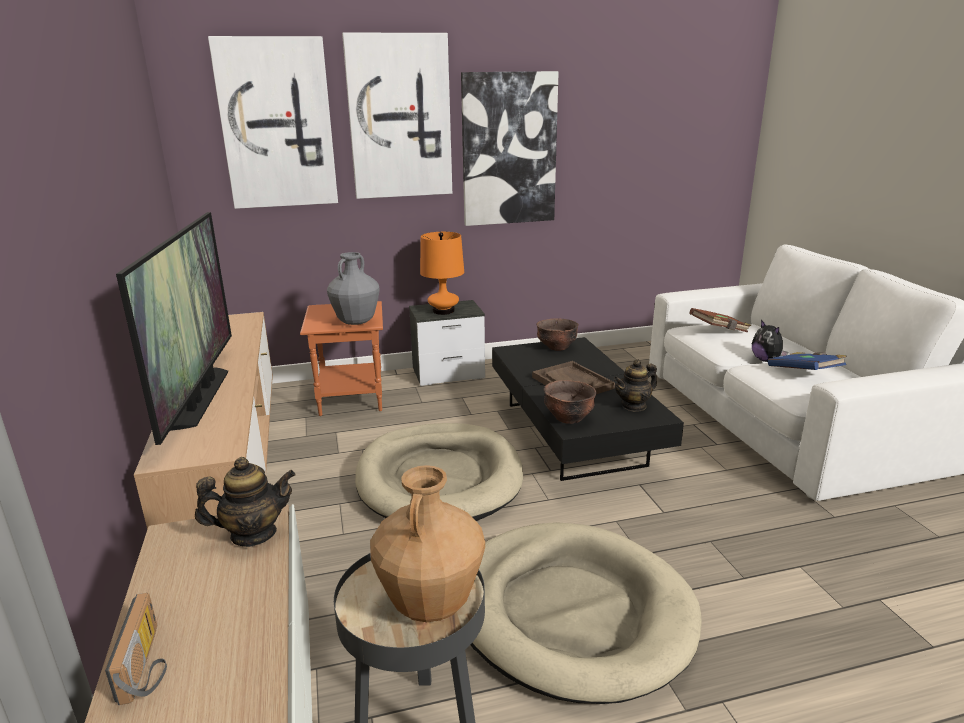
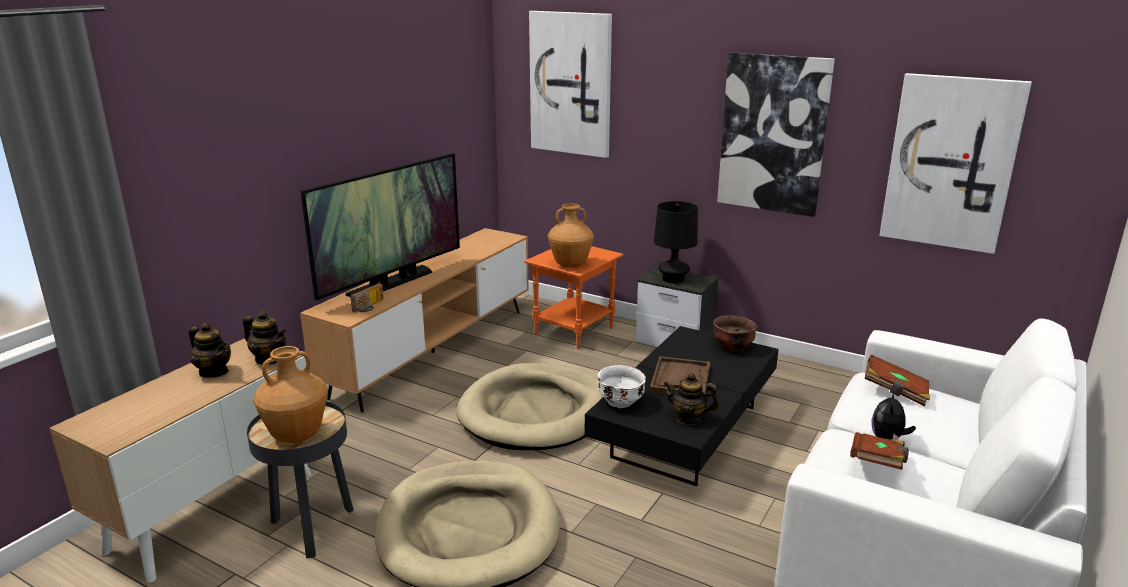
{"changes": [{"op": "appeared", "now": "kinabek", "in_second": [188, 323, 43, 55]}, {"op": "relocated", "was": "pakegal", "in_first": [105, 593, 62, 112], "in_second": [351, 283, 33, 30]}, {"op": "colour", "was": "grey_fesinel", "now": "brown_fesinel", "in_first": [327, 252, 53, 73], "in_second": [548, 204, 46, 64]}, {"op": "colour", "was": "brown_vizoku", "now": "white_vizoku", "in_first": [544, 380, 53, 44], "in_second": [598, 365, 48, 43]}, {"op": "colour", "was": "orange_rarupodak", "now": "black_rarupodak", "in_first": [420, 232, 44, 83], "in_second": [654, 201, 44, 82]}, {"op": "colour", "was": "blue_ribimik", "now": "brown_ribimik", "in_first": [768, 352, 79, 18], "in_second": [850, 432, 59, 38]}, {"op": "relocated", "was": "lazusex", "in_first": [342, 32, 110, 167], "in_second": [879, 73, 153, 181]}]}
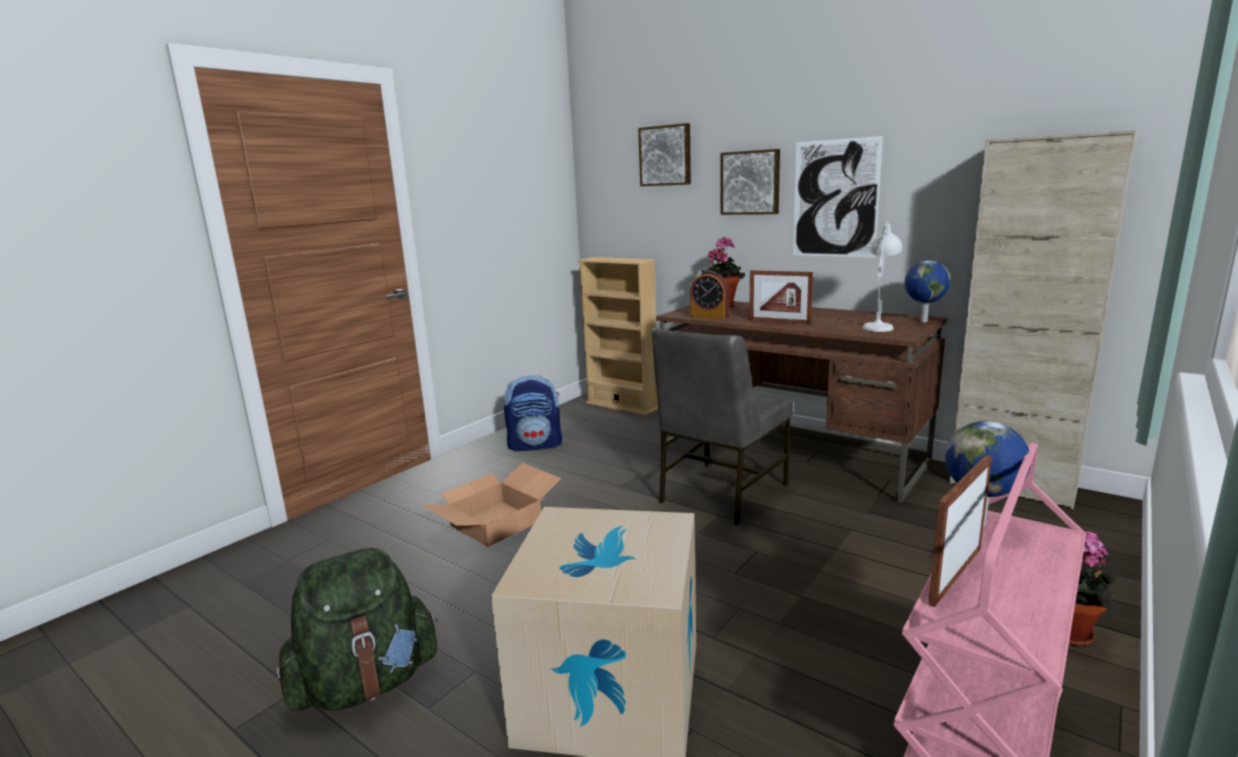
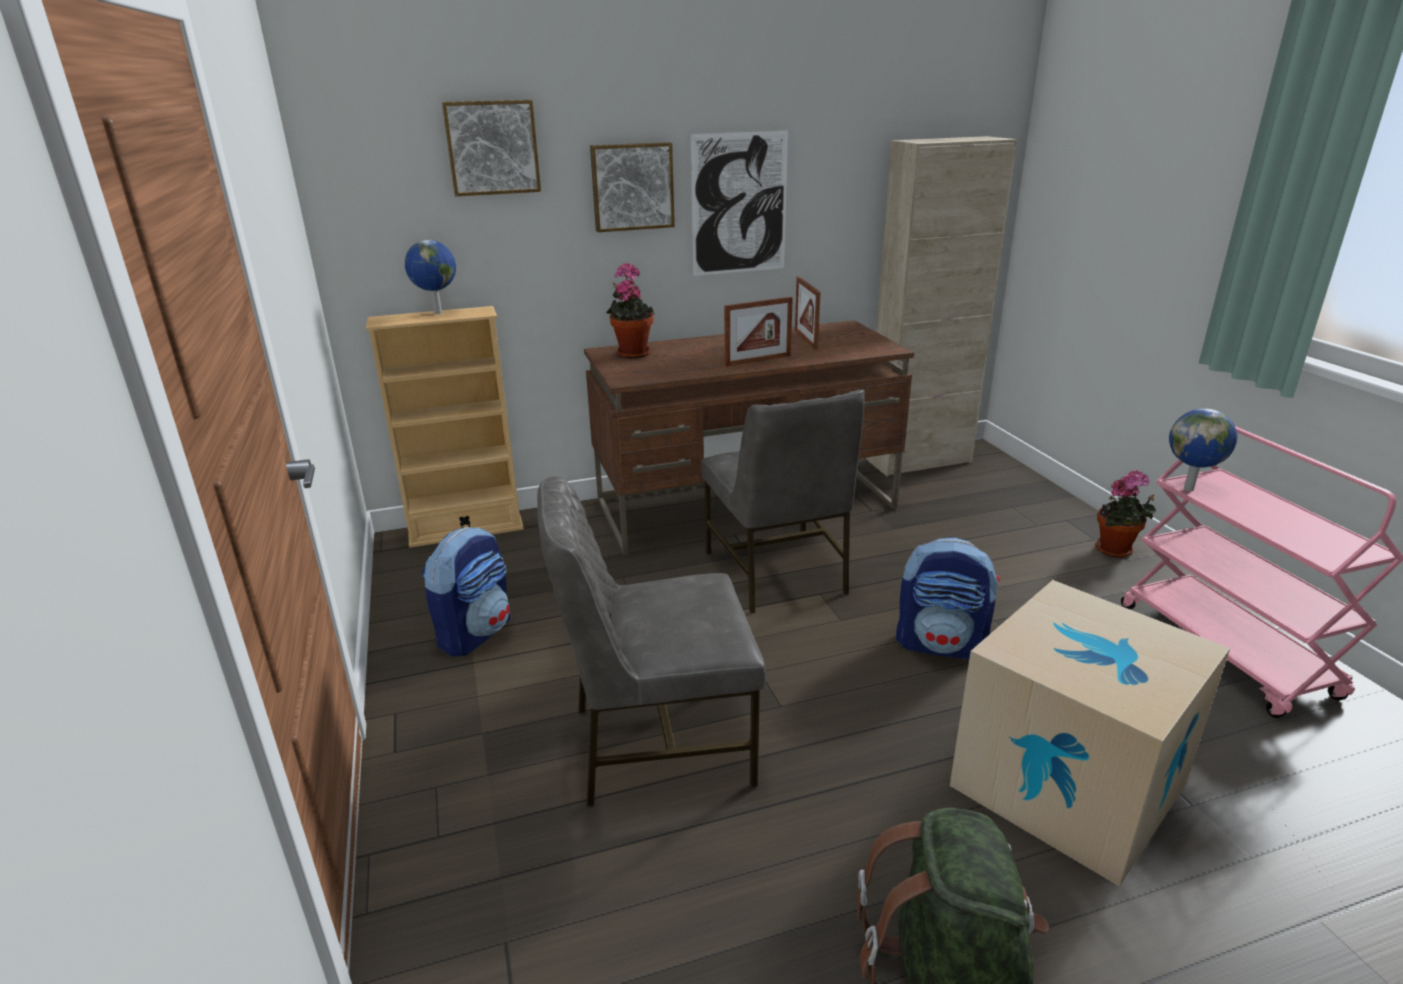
{"changes": [{"op": "relocated", "was": "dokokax", "in_first": [905, 260, 46, 62], "in_second": [405, 240, 51, 74]}, {"op": "exchanged", "was": "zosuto", "now": "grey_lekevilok", "in_first": [420, 463, 141, 84], "in_second": [537, 476, 229, 331]}, {"op": "relocated", "was": "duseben", "in_first": [928, 455, 64, 152], "in_second": [795, 277, 25, 73]}, {"op": "appeared", "now": "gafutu", "in_second": [896, 537, 104, 122]}, {"op": "missing", "was": "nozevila", "in_first": [690, 271, 40, 48]}, {"op": "missing", "was": "white_rarupodak", "in_first": [862, 221, 40, 111]}]}
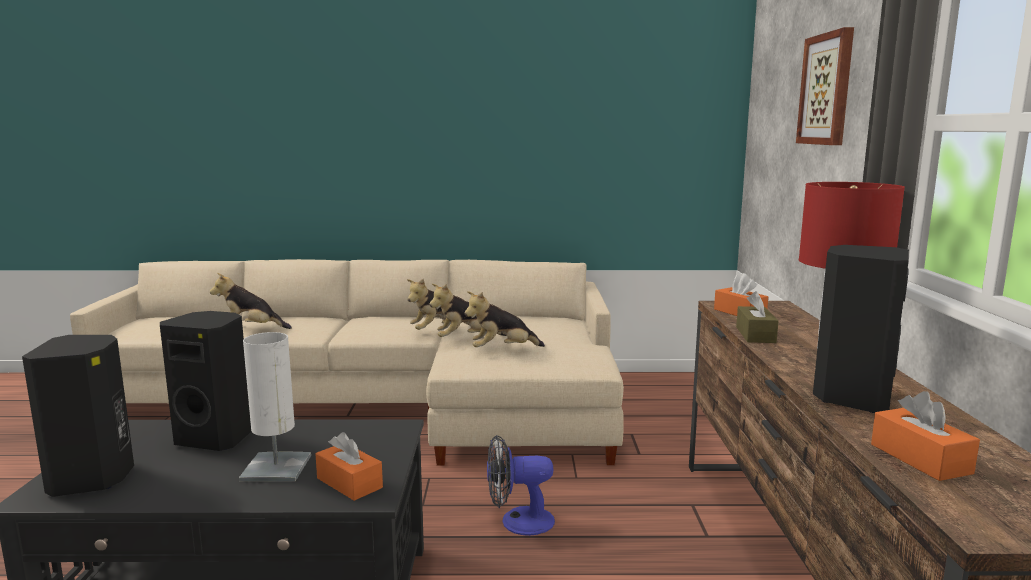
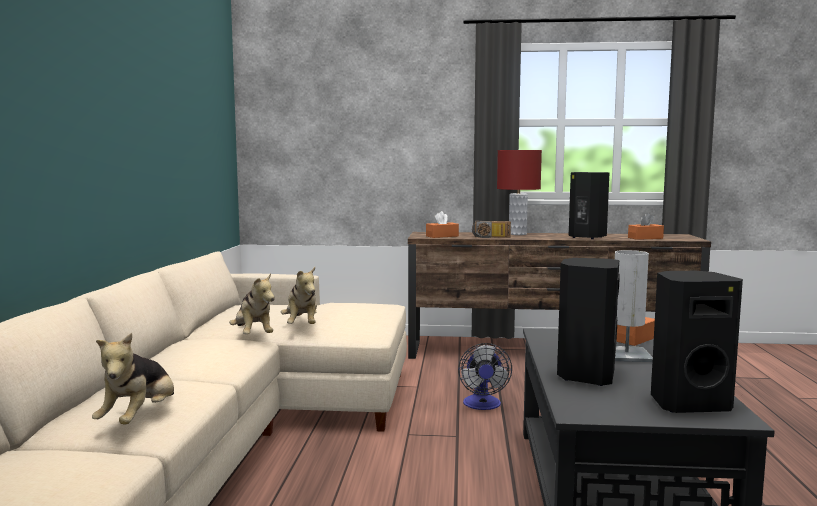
{"changes": [{"op": "exchanged", "was": "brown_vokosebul", "now": "pakegal", "in_first": [736, 291, 43, 52], "in_second": [472, 221, 39, 17]}, {"op": "missing", "was": "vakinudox", "in_first": [464, 291, 81, 56]}, {"op": "missing", "was": "lazusex", "in_first": [796, 27, 58, 118]}]}
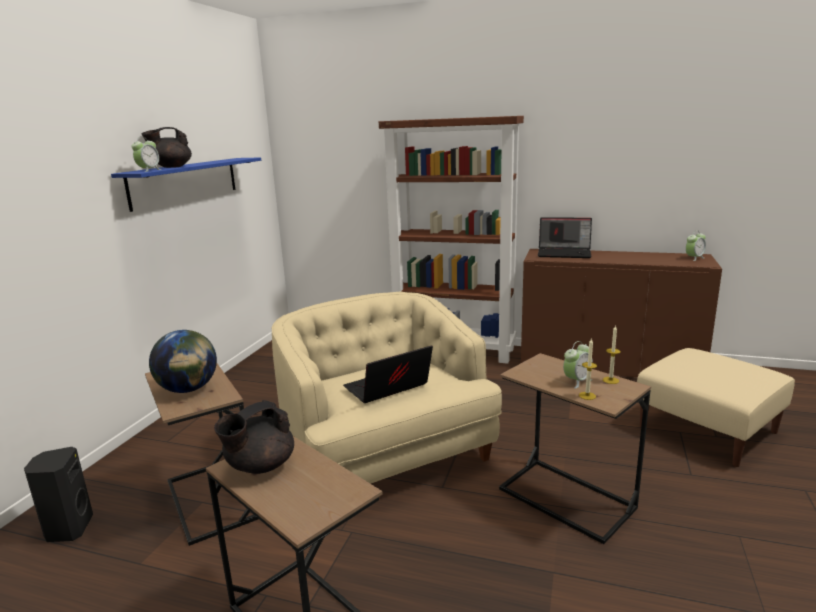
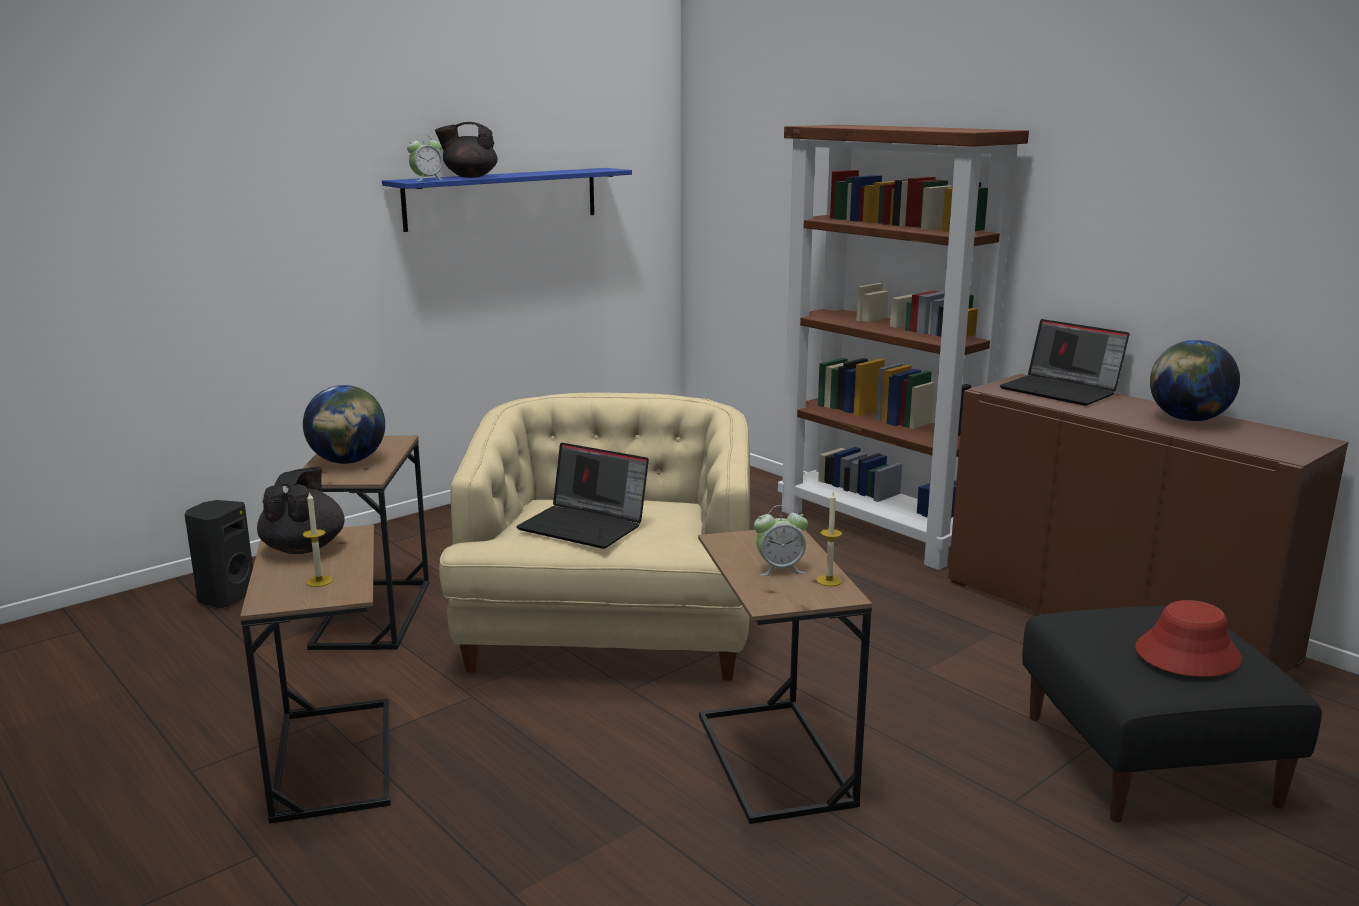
{"changes": [{"op": "spun", "was": "black_kinabek", "in_first": [214, 400, 80, 74], "in_second": [257, 467, 88, 87], "clockwise": 105}, {"op": "relocated", "was": "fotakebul", "in_first": [579, 338, 18, 62], "in_second": [303, 491, 30, 96]}, {"op": "spun", "was": "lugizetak", "in_first": [343, 345, 90, 58], "in_second": [516, 443, 133, 106], "clockwise": -150}, {"op": "colour", "was": "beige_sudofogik", "now": "black_sudofogik", "in_first": [637, 348, 158, 119], "in_second": [1022, 606, 300, 216]}, {"op": "appeared", "now": "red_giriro", "in_second": [1135, 600, 107, 77]}, {"op": "appeared", "now": "dokokax", "in_second": [1150, 340, 90, 82]}, {"op": "missing", "was": "nozevila", "in_first": [686, 230, 20, 31]}]}
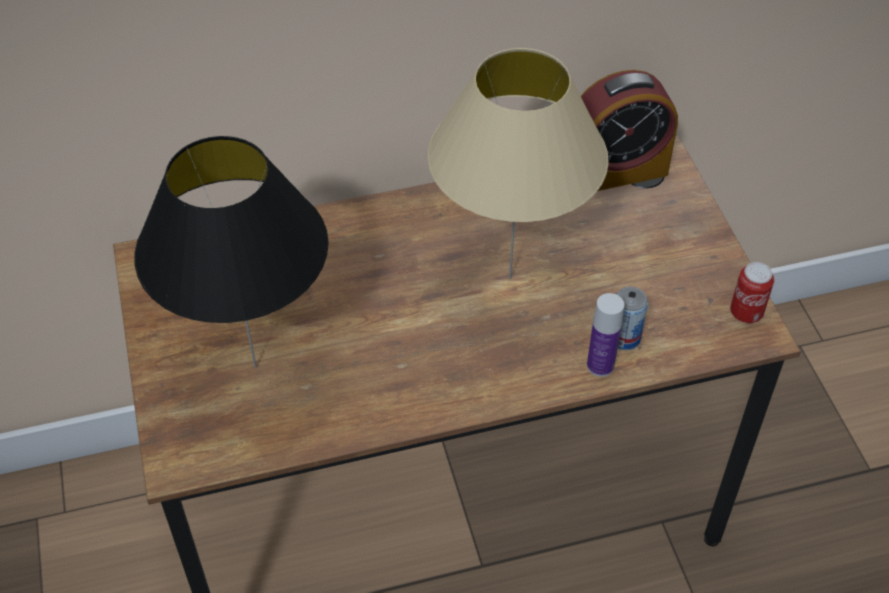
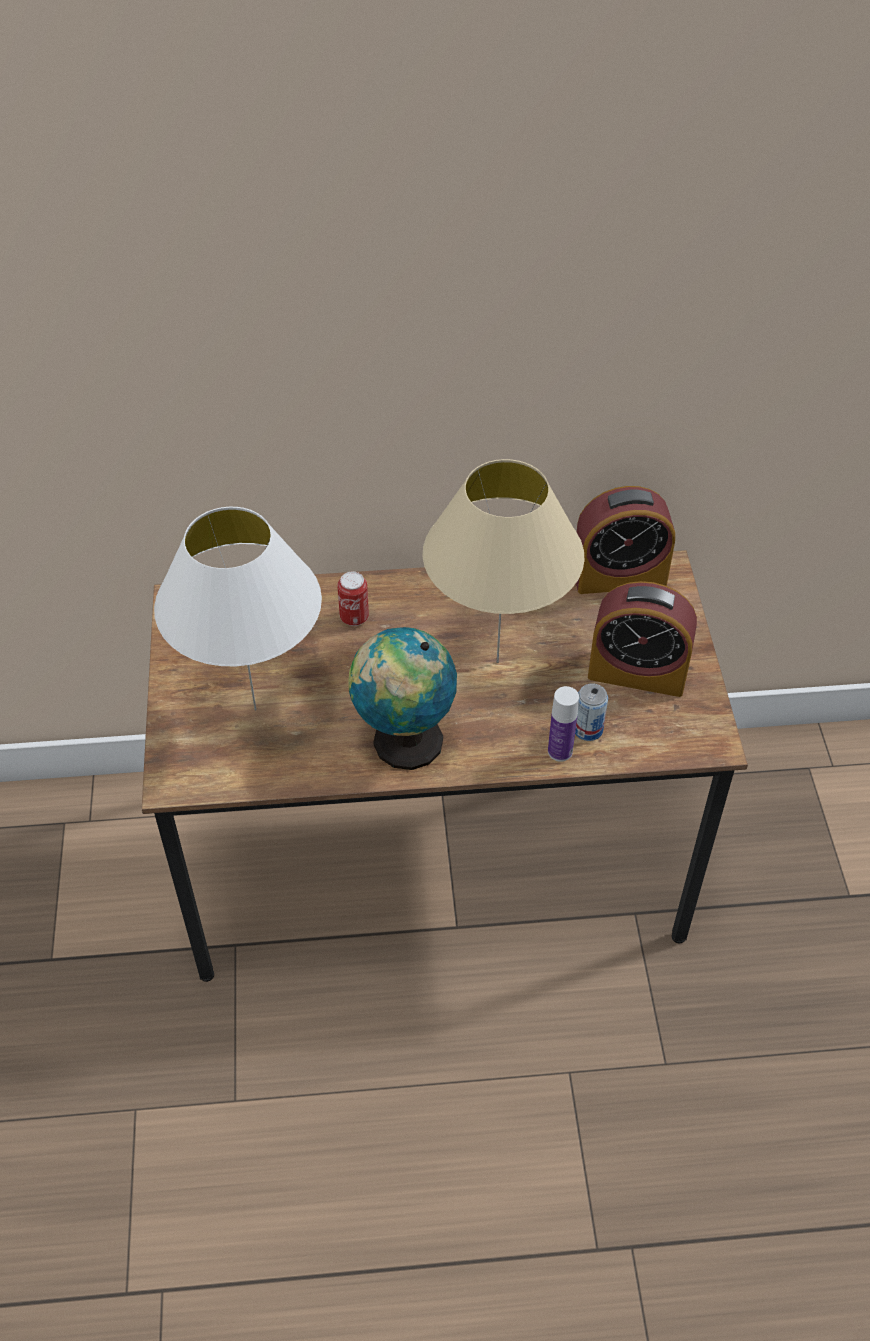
{"changes": [{"op": "colour", "was": "black_rarupodak", "now": "white_rarupodak", "in_first": [134, 136, 195, 232], "in_second": [154, 507, 168, 203]}, {"op": "relocated", "was": "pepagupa", "in_first": [730, 262, 44, 61], "in_second": [337, 571, 32, 55]}, {"op": "appeared", "now": "dokokax", "in_second": [349, 627, 108, 143]}, {"op": "appeared", "now": "nozevila", "in_second": [588, 581, 109, 116]}]}
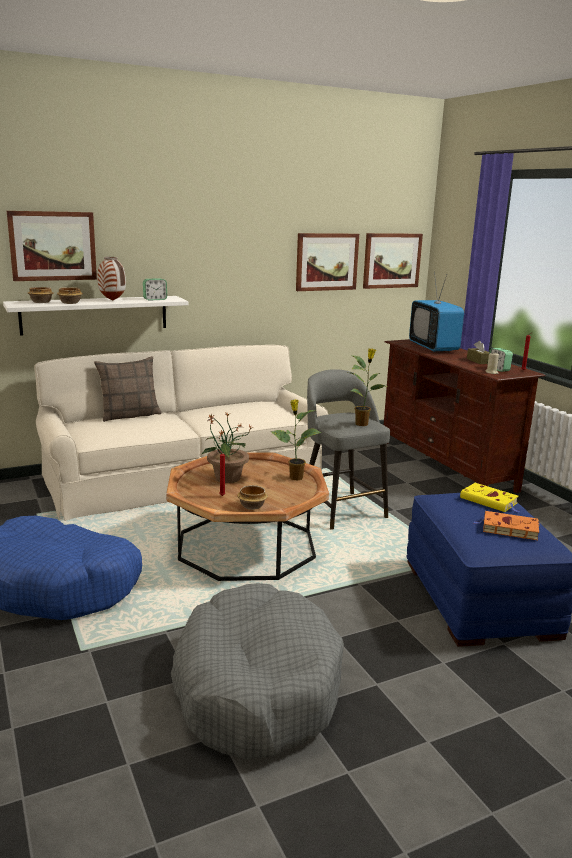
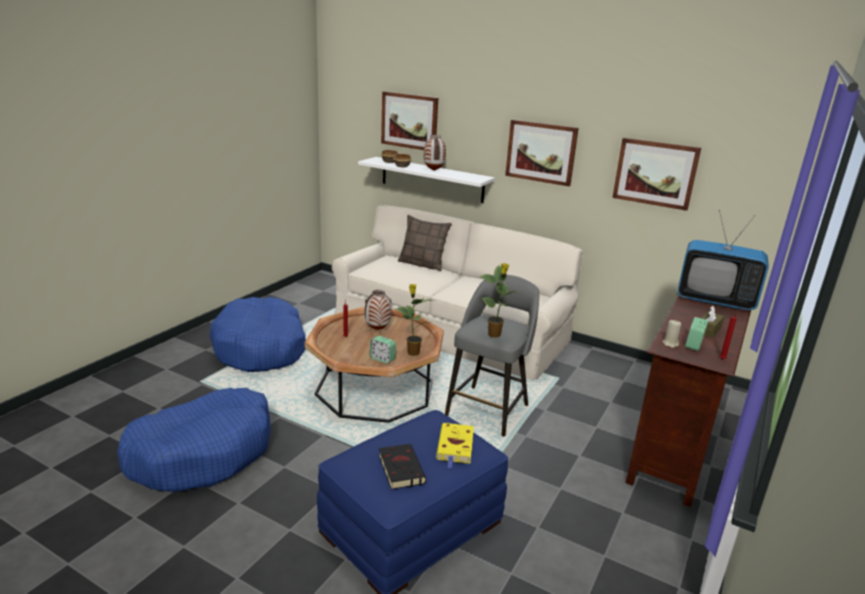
{"changes": [{"op": "colour", "was": "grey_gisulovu", "now": "blue_gisulovu", "in_first": [171, 583, 173, 177], "in_second": [117, 388, 154, 104]}, {"op": "exchanged", "was": "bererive", "now": "fesinel", "in_first": [201, 413, 52, 70], "in_second": [365, 290, 27, 40]}, {"op": "relocated", "was": "nozevila", "in_first": [143, 278, 24, 23], "in_second": [370, 336, 26, 28]}, {"op": "colour", "was": "orange_ribimik", "now": "black_ribimik", "in_first": [473, 511, 67, 29], "in_second": [379, 444, 48, 45]}, {"op": "relocated", "was": "lazusex", "in_first": [363, 233, 60, 56], "in_second": [505, 119, 74, 67]}, {"op": "spun", "was": "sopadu", "in_first": [409, 271, 55, 81], "in_second": [677, 210, 92, 100], "clockwise": -105}, {"op": "missing", "was": "vizoku", "in_first": [237, 485, 31, 25]}]}
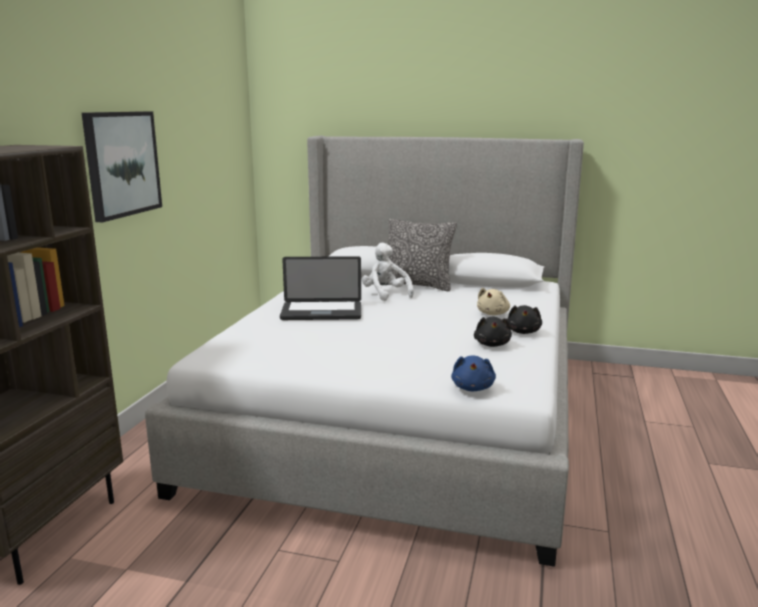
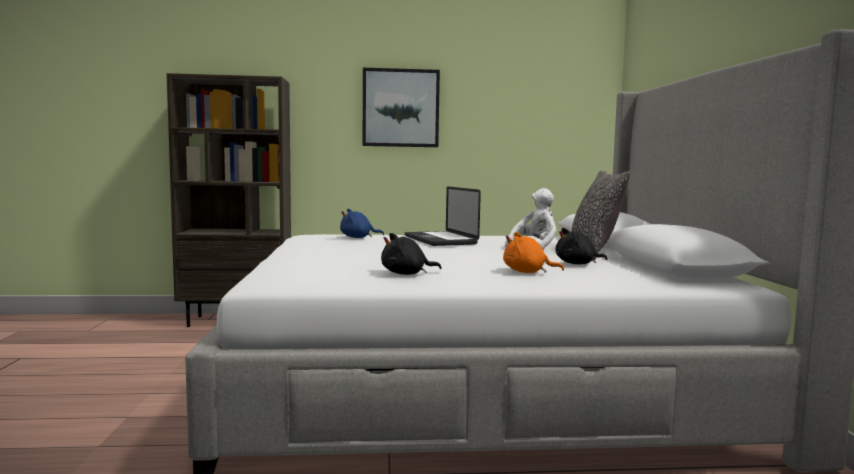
{"changes": [{"op": "relocated", "was": "blue_vakinudox", "in_first": [451, 355, 45, 36], "in_second": [340, 209, 44, 29]}, {"op": "colour", "was": "beige_vakinudox", "now": "orange_vakinudox", "in_first": [477, 288, 33, 27], "in_second": [503, 232, 61, 41]}, {"op": "relocated", "was": "black_vakinudox", "in_first": [507, 305, 35, 29], "in_second": [555, 228, 53, 36]}]}
